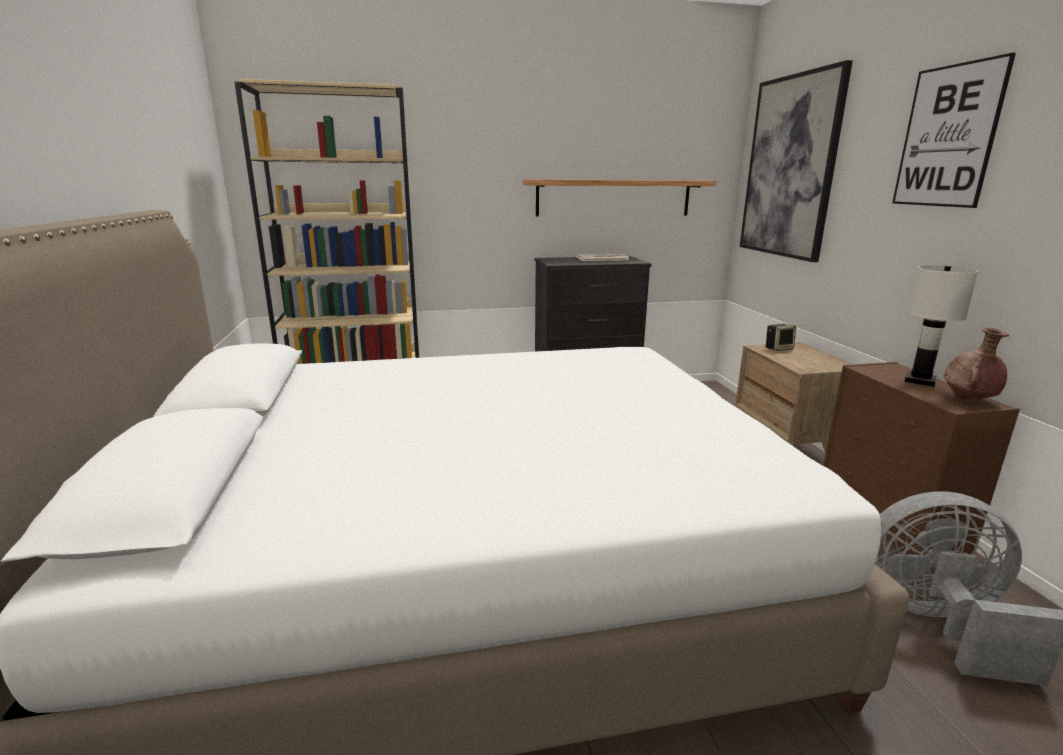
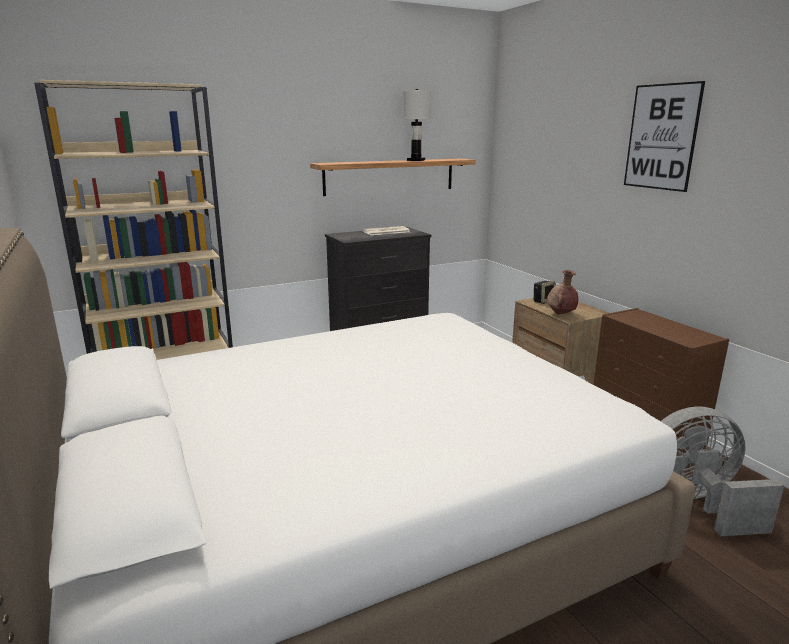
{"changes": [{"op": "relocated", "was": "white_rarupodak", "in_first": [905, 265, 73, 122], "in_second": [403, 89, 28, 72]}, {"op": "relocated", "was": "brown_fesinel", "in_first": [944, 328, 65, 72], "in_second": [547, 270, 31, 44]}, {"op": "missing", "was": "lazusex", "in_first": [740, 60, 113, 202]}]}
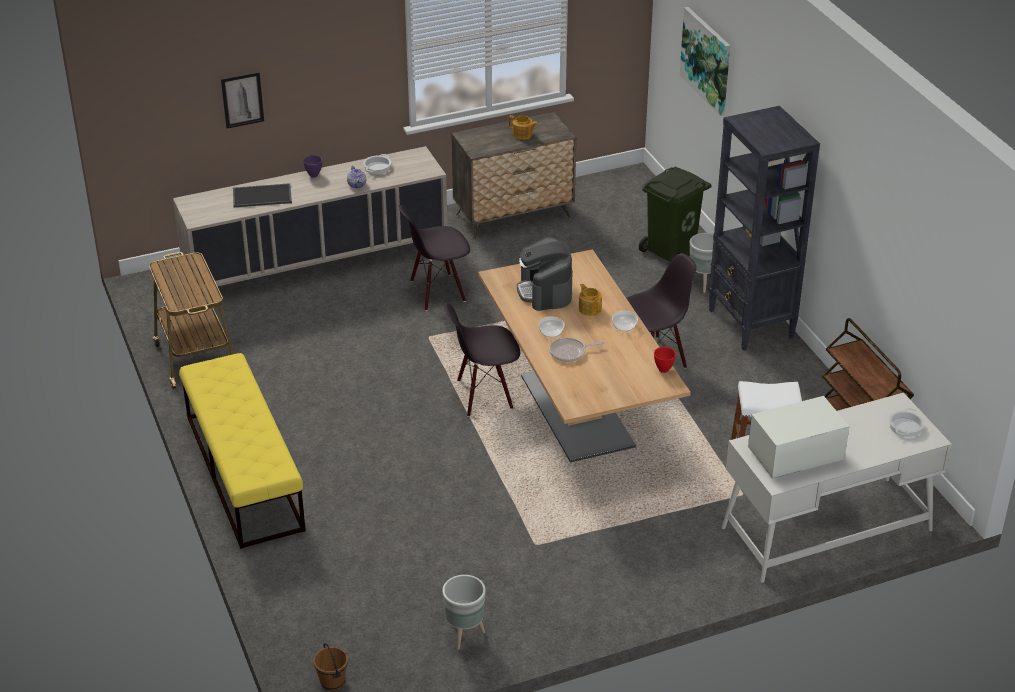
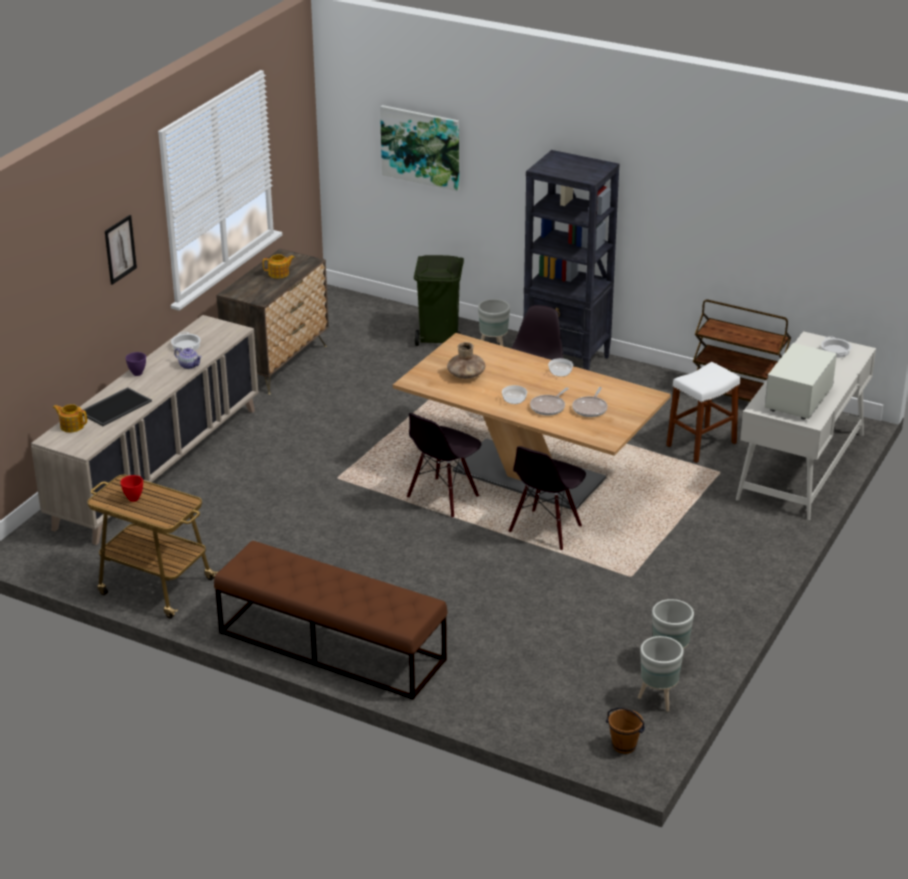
{"changes": [{"op": "relocated", "was": "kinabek", "in_first": [579, 284, 23, 32], "in_second": [53, 404, 34, 29]}, {"op": "relocated", "was": "lazusex", "in_first": [221, 72, 43, 57], "in_second": [105, 215, 32, 70]}, {"op": "relocated", "was": "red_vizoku", "in_first": [654, 347, 22, 26], "in_second": [120, 475, 23, 27]}, {"op": "colour", "was": "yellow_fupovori", "now": "brown_fupovori", "in_first": [179, 353, 127, 196], "in_second": [214, 541, 233, 159]}, {"op": "exchanged", "was": "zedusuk", "now": "brown_fesinel", "in_first": [517, 237, 56, 74], "in_second": [447, 342, 38, 37]}, {"op": "relocated", "was": "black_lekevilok", "in_first": [399, 205, 71, 106], "in_second": [508, 446, 78, 104]}, {"op": "appeared", "now": "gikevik", "in_second": [572, 387, 36, 30]}, {"op": "appeared", "now": "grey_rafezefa", "in_second": [638, 636, 46, 76]}]}
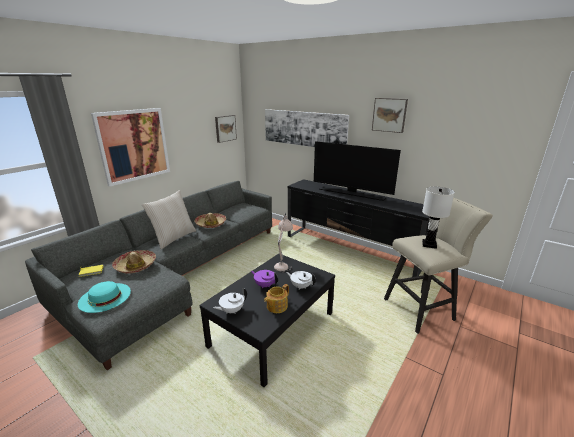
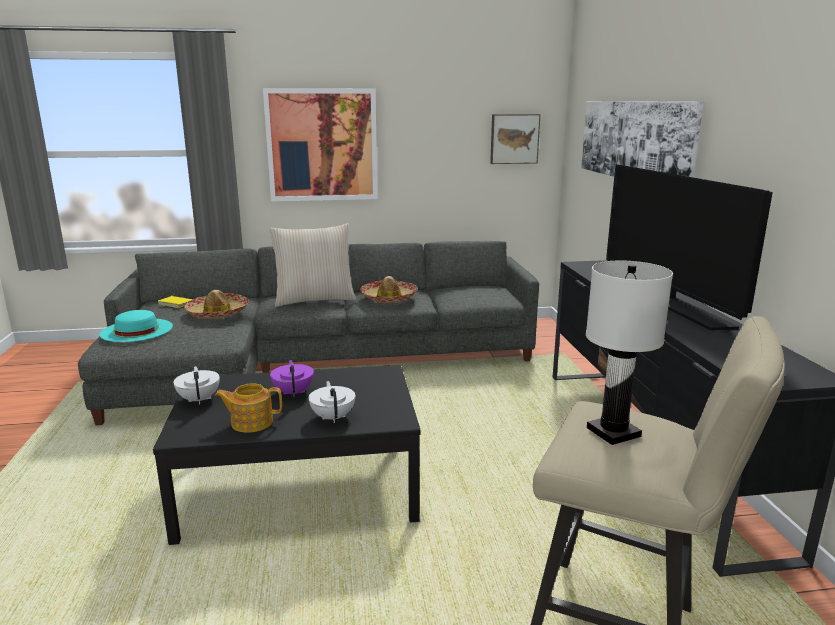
{"changes": [{"op": "spun", "was": "white_kinabek", "in_first": [213, 288, 34, 26], "in_second": [173, 366, 47, 38], "clockwise": 60}, {"op": "missing", "was": "beige_rarupodak", "in_first": [274, 213, 19, 58]}, {"op": "missing", "was": "lazusex", "in_first": [372, 98, 36, 35]}]}
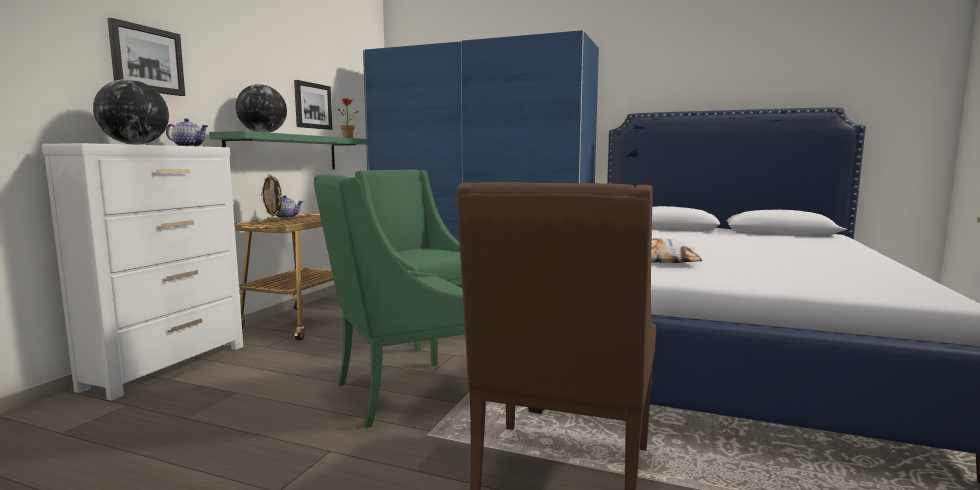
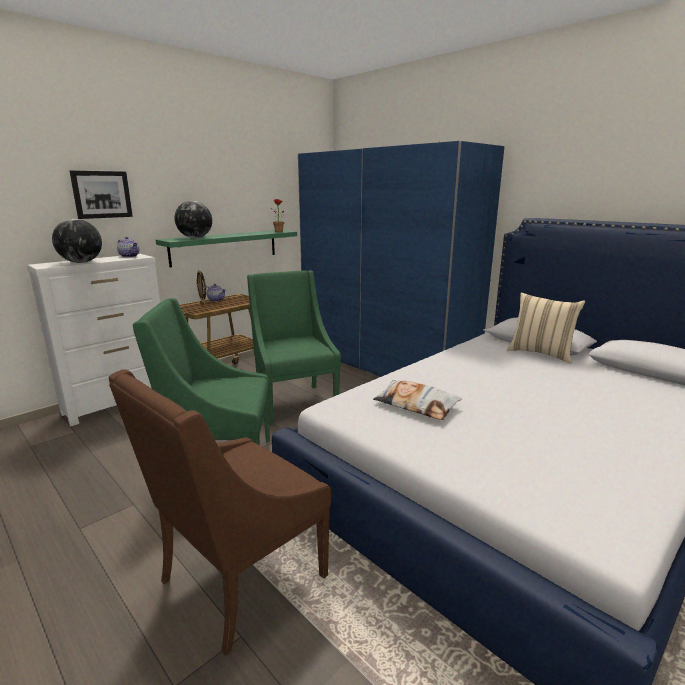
{"changes": [{"op": "appeared", "now": "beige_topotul", "in_second": [507, 293, 78, 70]}, {"op": "missing", "was": "lazusex", "in_first": [294, 80, 38, 50]}]}
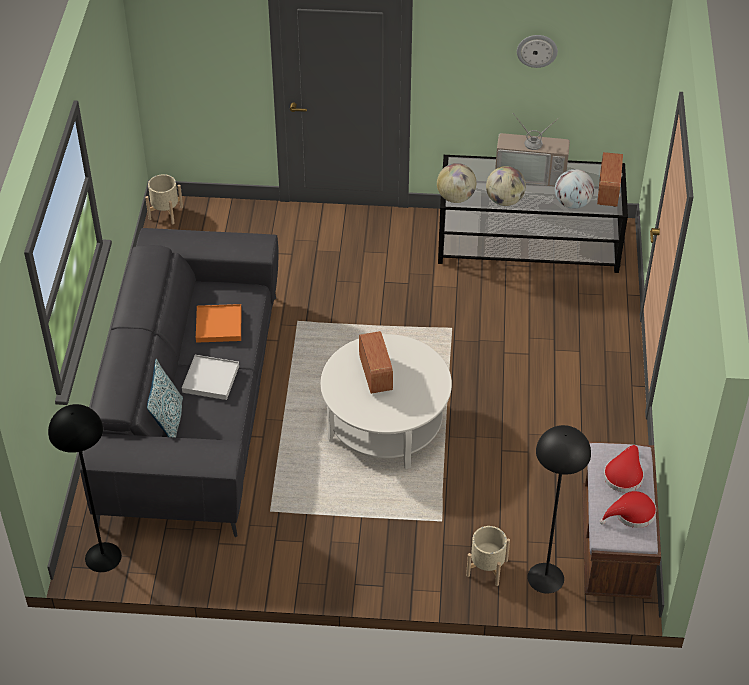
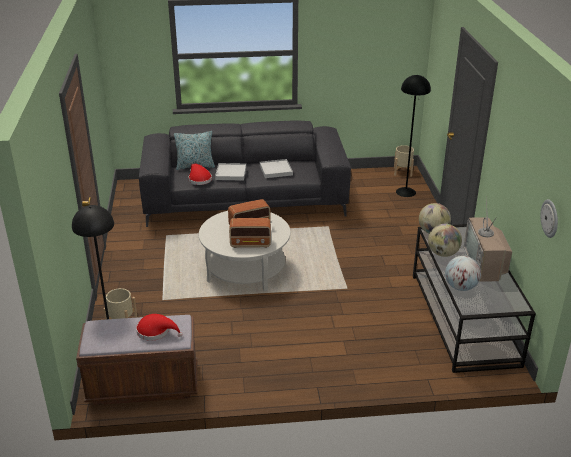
{"changes": [{"op": "relocated", "was": "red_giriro", "in_first": [599, 491, 57, 37], "in_second": [189, 163, 23, 22]}, {"op": "relocated", "was": "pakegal", "in_first": [597, 152, 26, 55], "in_second": [229, 218, 42, 30]}, {"op": "colour", "was": "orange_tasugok", "now": "white_tasugok", "in_first": [196, 304, 46, 39], "in_second": [260, 159, 33, 19]}, {"op": "relocated", "was": "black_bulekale", "in_first": [48, 404, 74, 168], "in_second": [396, 75, 35, 122]}, {"op": "relocated", "was": "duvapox", "in_first": [517, 35, 41, 33], "in_second": [540, 199, 18, 39]}]}
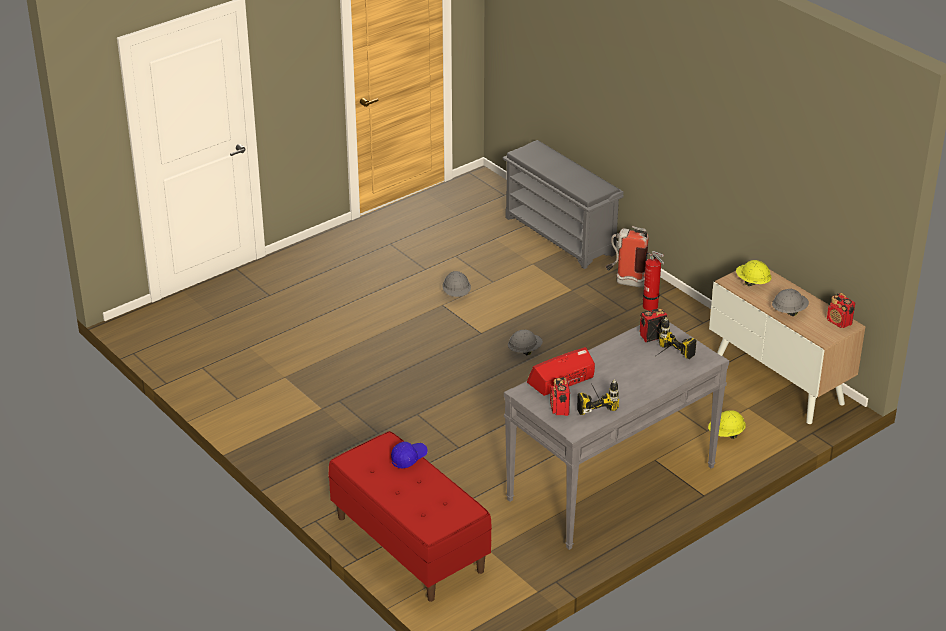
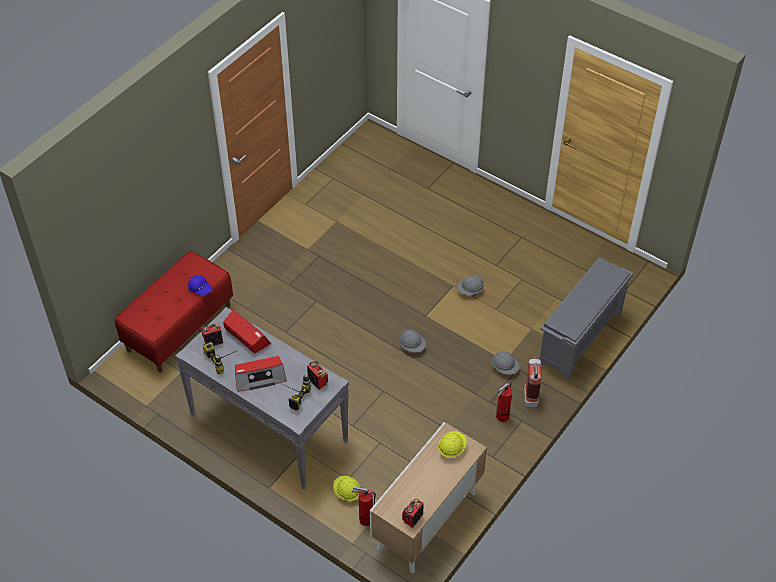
{"changes": [{"op": "appeared", "now": "pakegal", "in_second": [235, 356, 52, 36]}, {"op": "appeared", "now": "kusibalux", "in_second": [352, 486, 24, 40]}, {"op": "relocated", "was": "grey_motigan", "in_first": [772, 289, 37, 27], "in_second": [492, 352, 27, 23]}]}
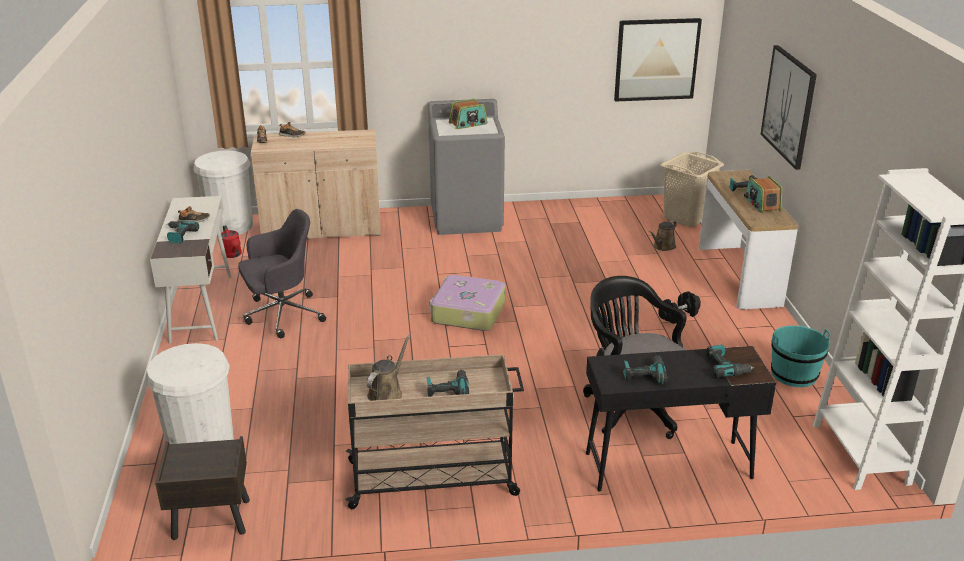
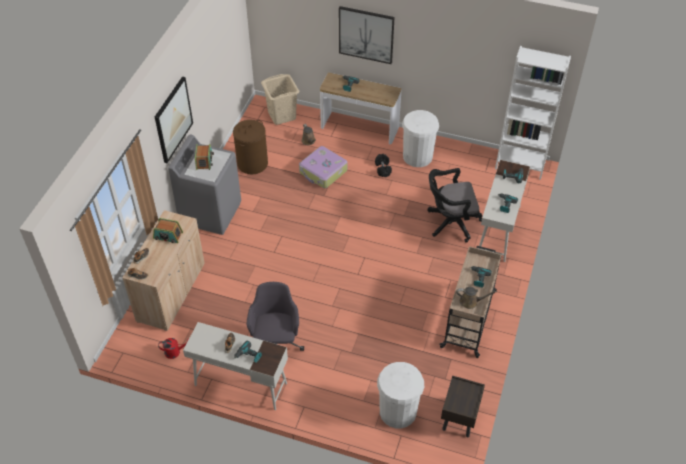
{"changes": [{"op": "relocated", "was": "pakegal", "in_first": [744, 176, 38, 37], "in_second": [153, 218, 30, 25]}, {"op": "relocated", "was": "lazusex", "in_first": [614, 18, 88, 84], "in_second": [155, 76, 38, 87]}, {"op": "appeared", "now": "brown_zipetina", "in_second": [233, 120, 35, 55]}, {"op": "relocated", "was": "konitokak", "in_first": [429, 275, 76, 56], "in_second": [299, 146, 49, 42]}, {"op": "relocated", "was": "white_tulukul", "in_first": [193, 150, 60, 85], "in_second": [402, 110, 37, 57]}, {"op": "spun", "was": "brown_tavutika", "in_first": [367, 335, 44, 66], "in_second": [456, 287, 41, 22], "clockwise": 135}, {"op": "colour", "was": "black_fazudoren", "now": "white_fazudoren", "in_first": [586, 346, 190, 146], "in_second": [478, 160, 52, 102]}, {"op": "missing", "was": "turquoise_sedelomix", "in_first": [771, 325, 60, 62]}]}
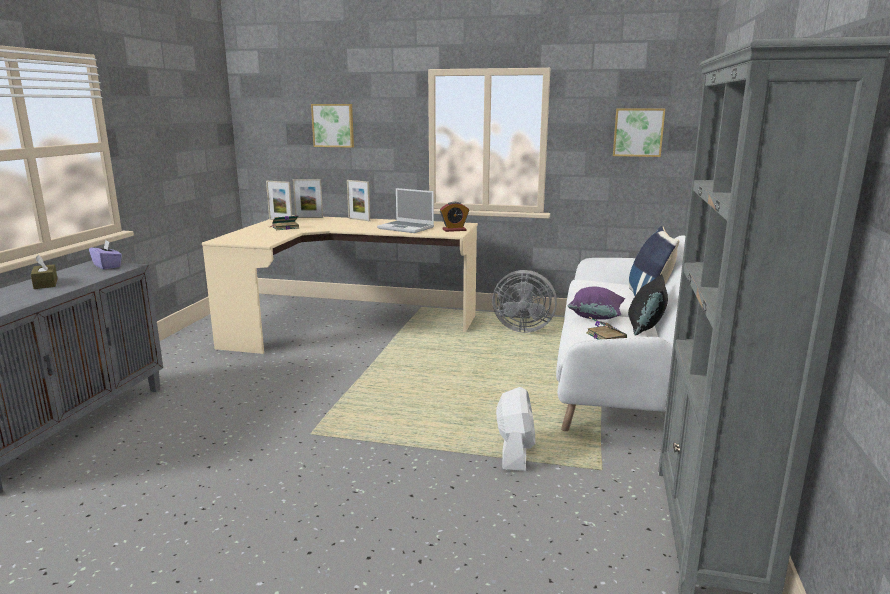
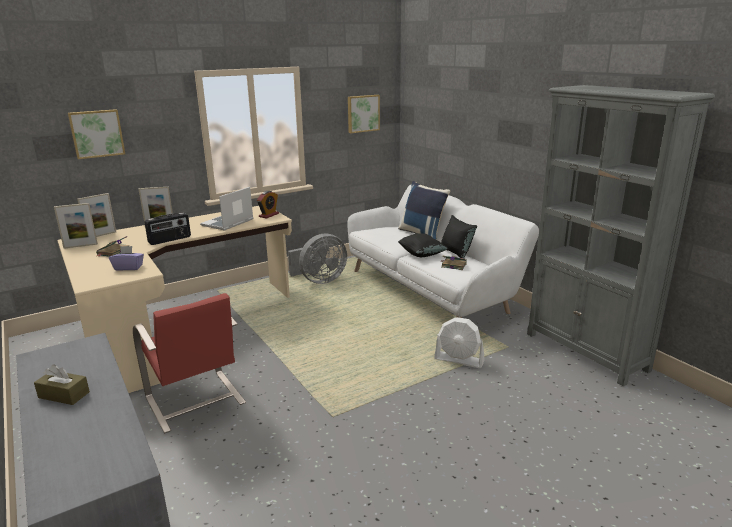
{"changes": [{"op": "relocated", "was": "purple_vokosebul", "in_first": [89, 240, 33, 30], "in_second": [109, 246, 35, 25]}, {"op": "appeared", "now": "red_lekevilok", "in_second": [133, 293, 113, 140]}, {"op": "appeared", "now": "pakegal", "in_second": [144, 213, 47, 32]}, {"op": "spun", "was": "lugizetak", "in_first": [377, 188, 57, 45], "in_second": [200, 187, 53, 44], "clockwise": 135}, {"op": "colour", "was": "purple_topotul", "now": "black_topotul", "in_first": [568, 287, 57, 33], "in_second": [398, 233, 51, 24]}, {"op": "spun", "was": "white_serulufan", "in_first": [496, 387, 39, 84], "in_second": [434, 317, 51, 51], "clockwise": 150}]}
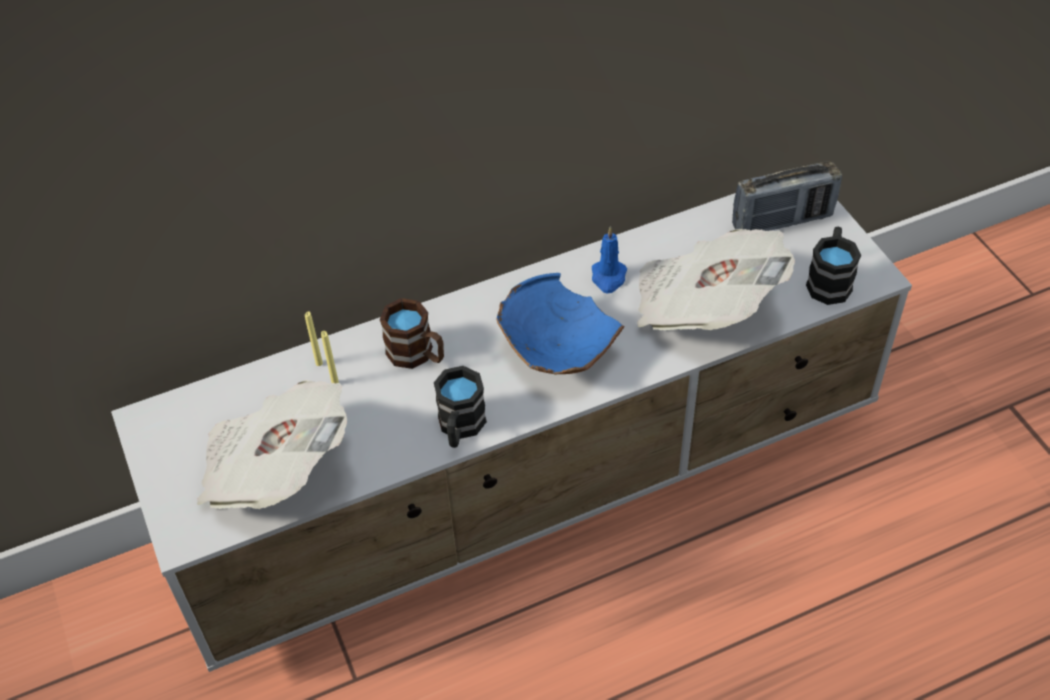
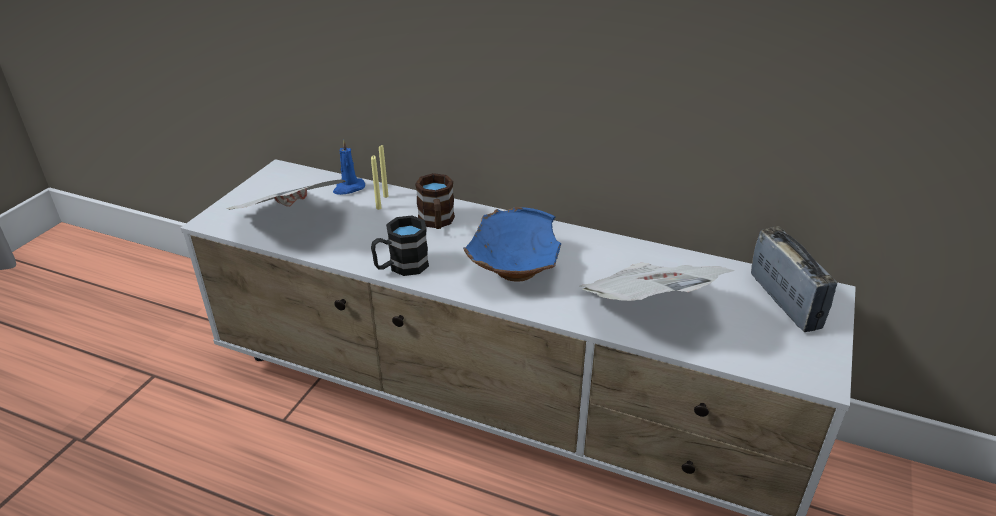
{"changes": [{"op": "relocated", "was": "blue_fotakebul", "in_first": [592, 226, 35, 67], "in_second": [333, 139, 32, 56]}, {"op": "spun", "was": "pakegal", "in_first": [732, 161, 110, 70], "in_second": [751, 226, 86, 106], "clockwise": -135}, {"op": "missing", "was": "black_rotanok", "in_first": [806, 227, 55, 78]}]}
